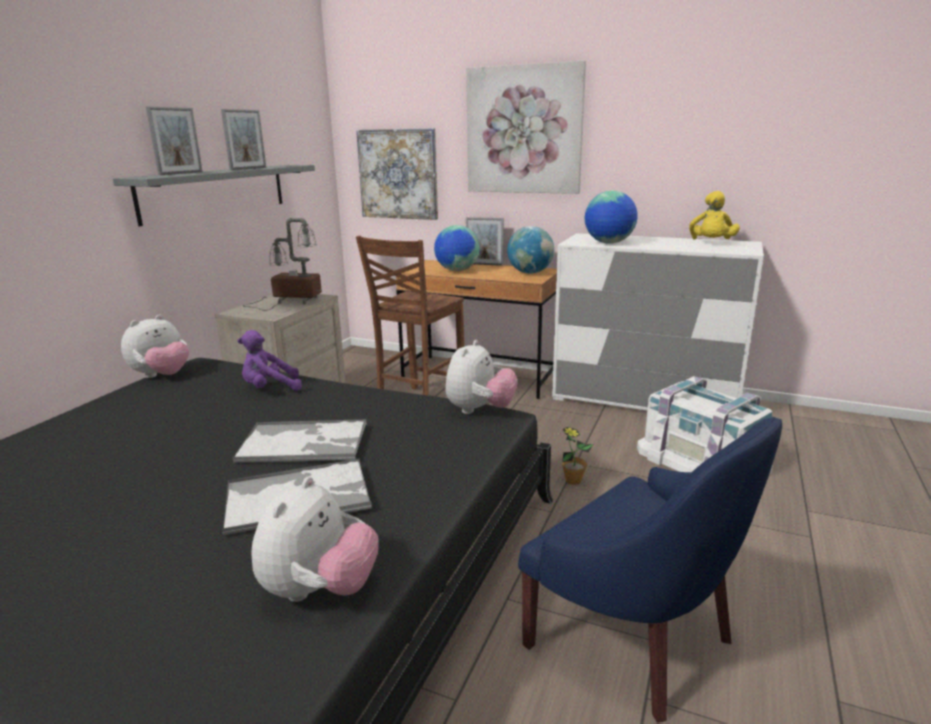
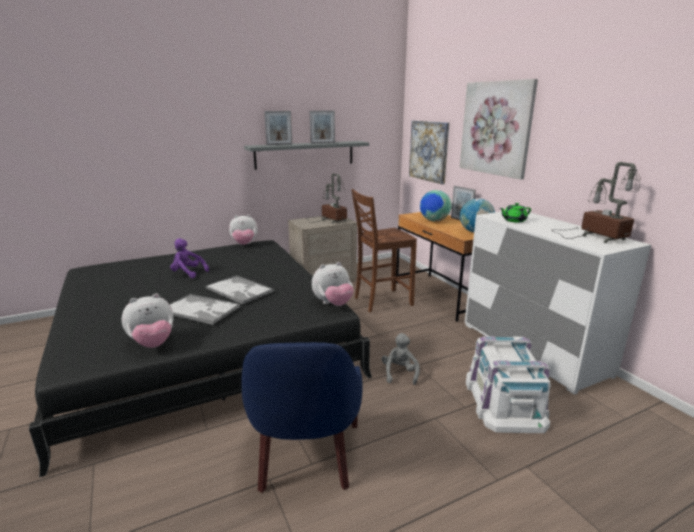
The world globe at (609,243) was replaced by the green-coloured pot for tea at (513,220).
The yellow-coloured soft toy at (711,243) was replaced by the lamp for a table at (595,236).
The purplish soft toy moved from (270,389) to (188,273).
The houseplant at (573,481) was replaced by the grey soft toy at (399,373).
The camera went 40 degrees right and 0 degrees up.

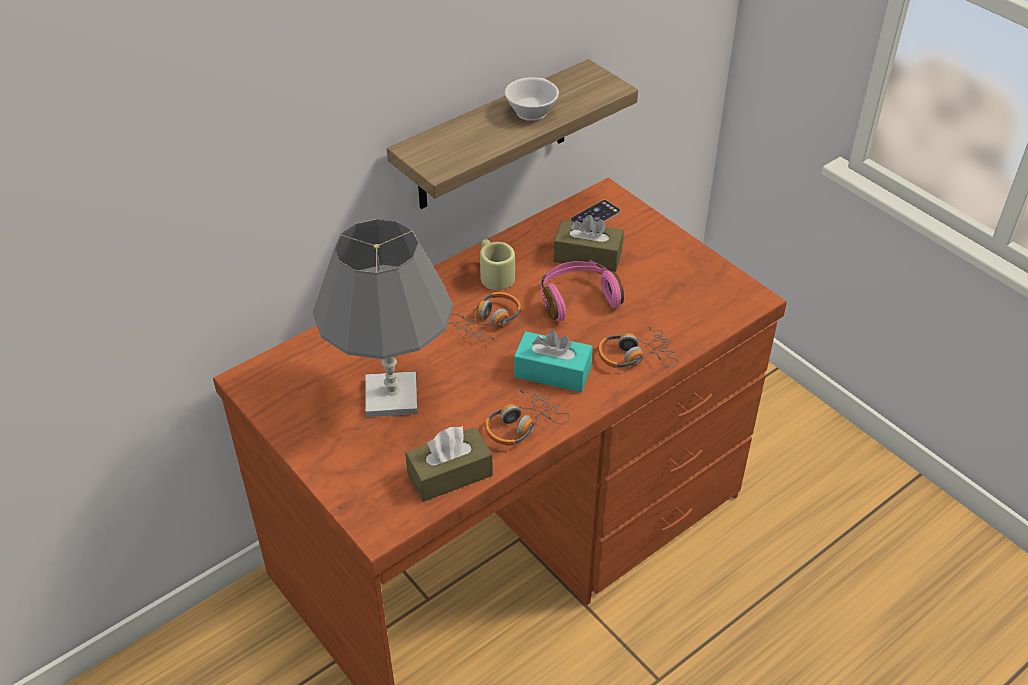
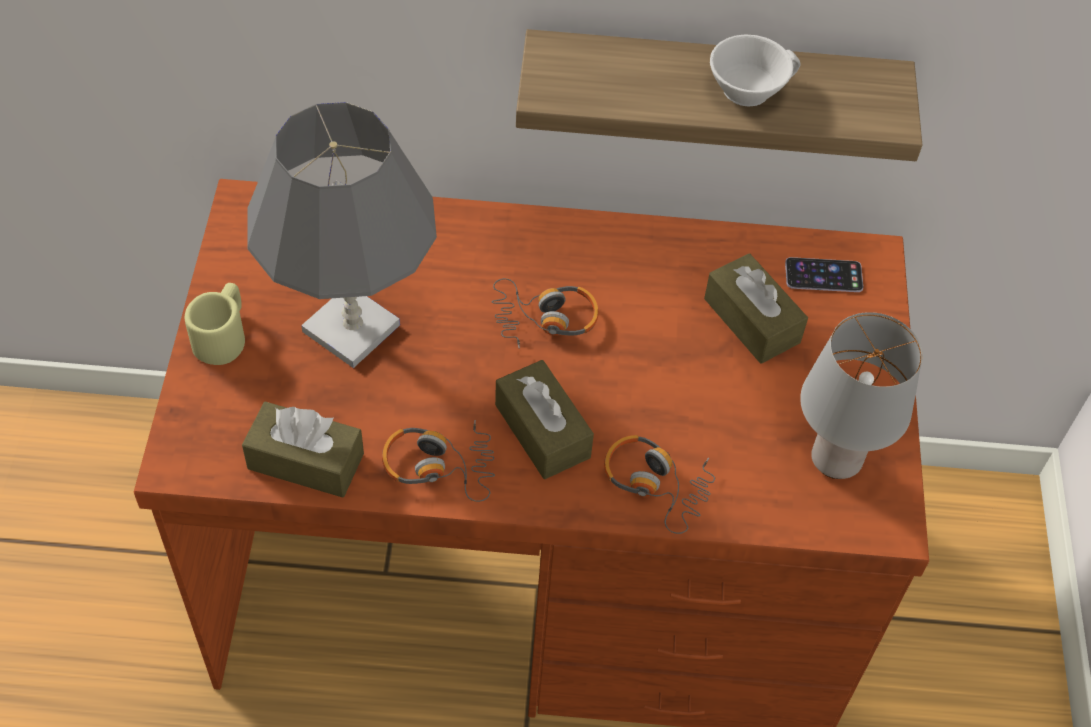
The sand-coloured mug moved from (494,275) to (223,336).
The pinkish headset at (577,299) disappeared.
The blue-green tissue box at (552,372) became the brown-coloured tissue box at (542,431).
The grey lamp for a table at (834,461) appeared.
The camera went 40 degrees right and 10 degrees up.

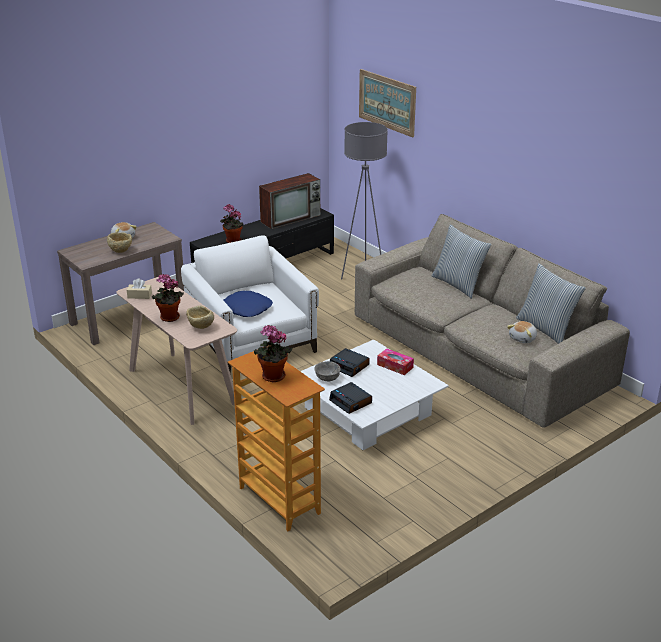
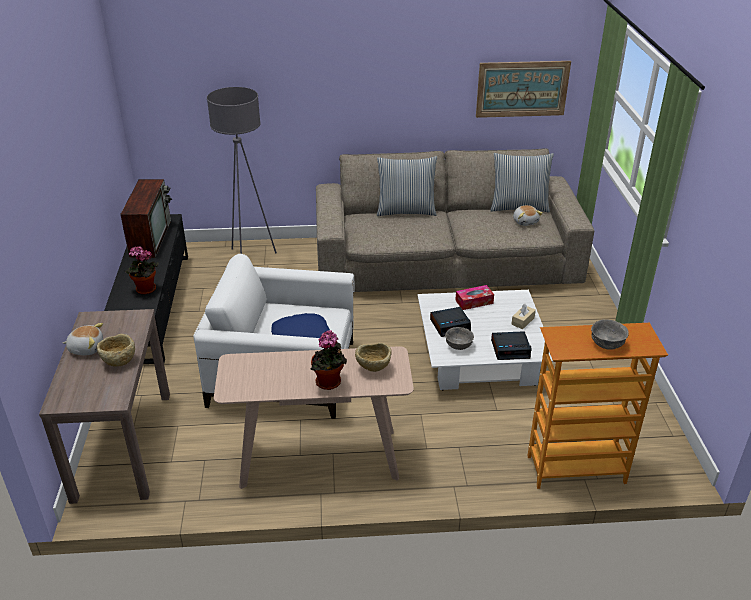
The picture moved from (387,102) to (522,89).
The sand-coloured tissue box moved from (139,295) to (523,321).
The houseplant at (272,377) was replaced by the grey deep dish at (607,344).
The camera went 55 degrees left and 5 degrees up.

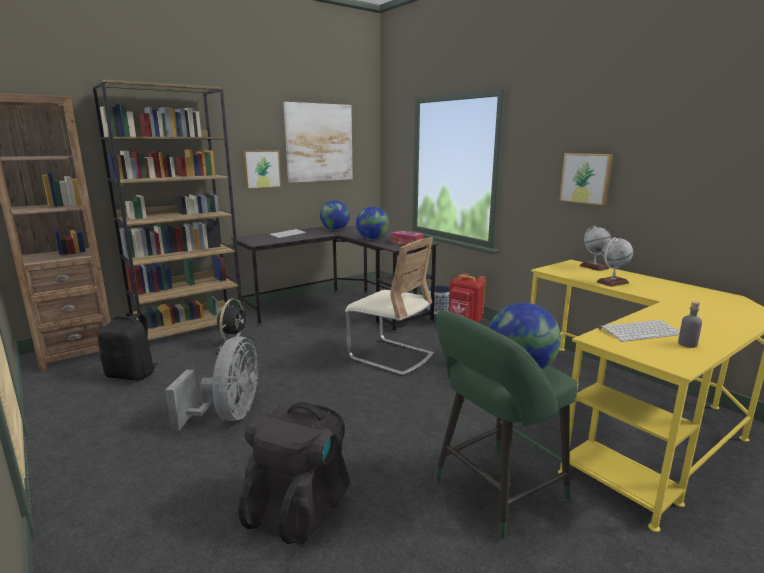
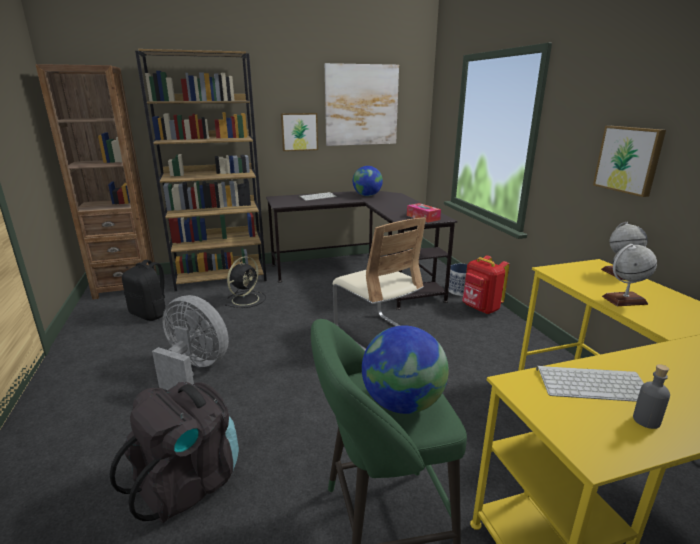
The world globe at (372,239) disappeared.
The grey electric fan at (228,415) turned 90 degrees counterclockwise.
The camera went 20 degrees right and 5 degrees up.

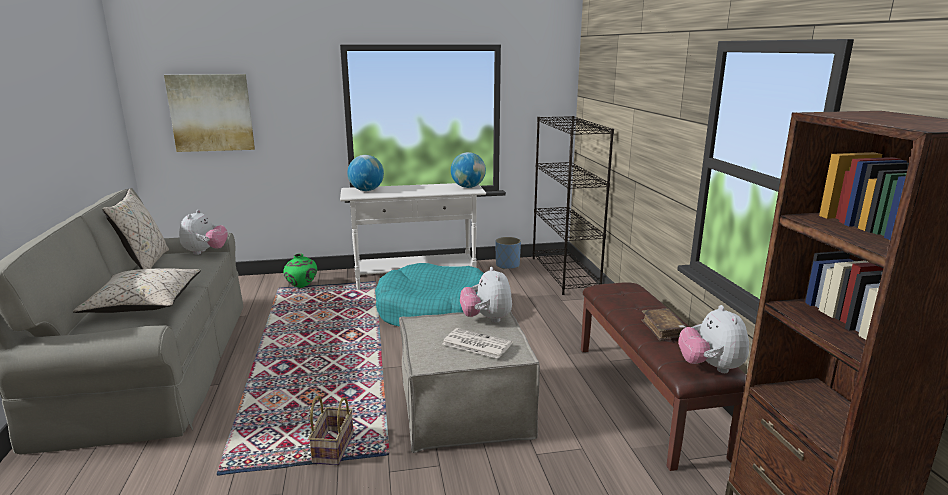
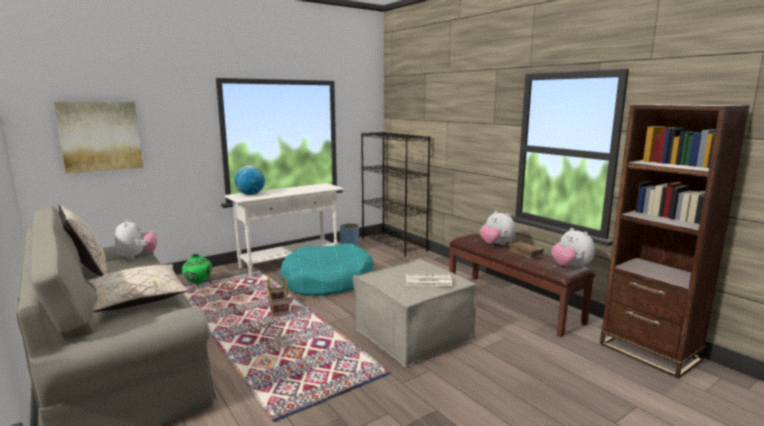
The world globe at (468,187) disappeared.
The soft toy moved from (486,319) to (496,244).
The storage basket moved from (332,447) to (278,309).
The camera went 25 degrees left and 5 degrees down.

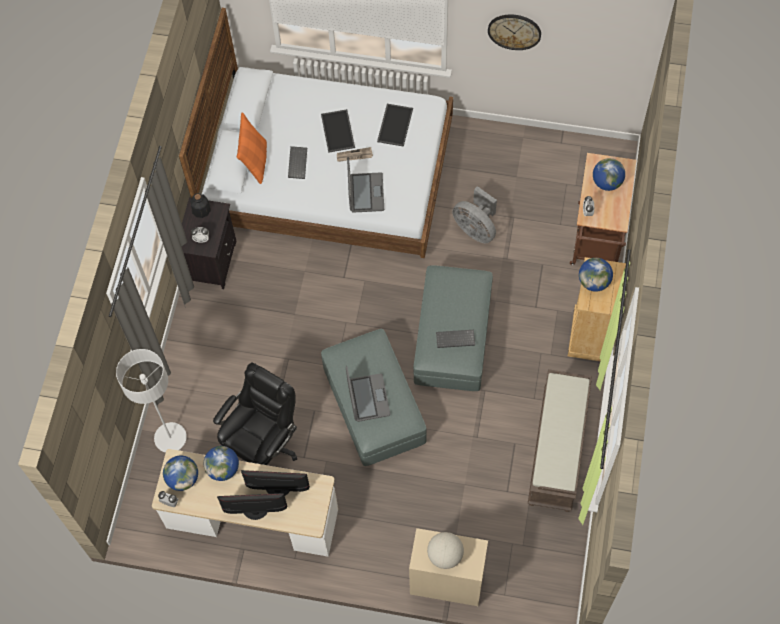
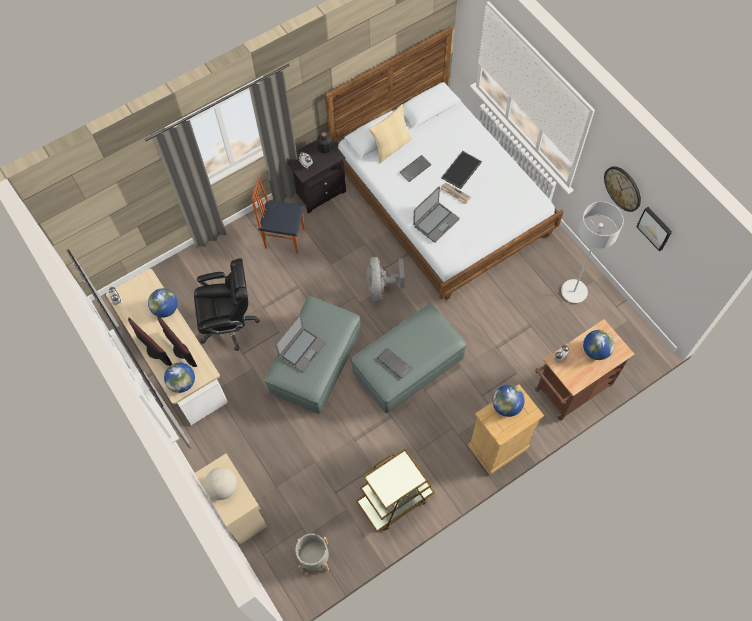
The tray at (394,124) disappeared.
The orange pillow at (255,161) became the sand-coloured pillow at (391,147).
The grey electric fan moved from (476,229) to (381,287).
The grey floor lamp moved from (170,438) to (574,291).
The brown-coloured indoor bench at (558,450) was replaced by the brown-coloured wheeled cart at (395,499).
The world globe moved from (183,478) to (182,383).
The upright chair at (284,237) appeared.
The picture at (655,228) appeared.
The grey planter at (314,557) appeared.
The camera went 45 degrees right and 0 degrees up.

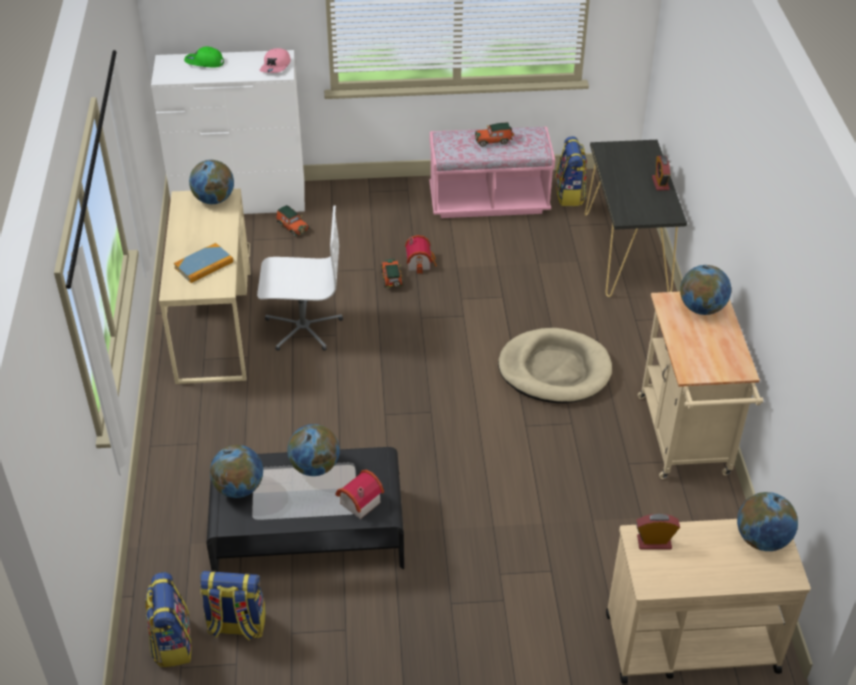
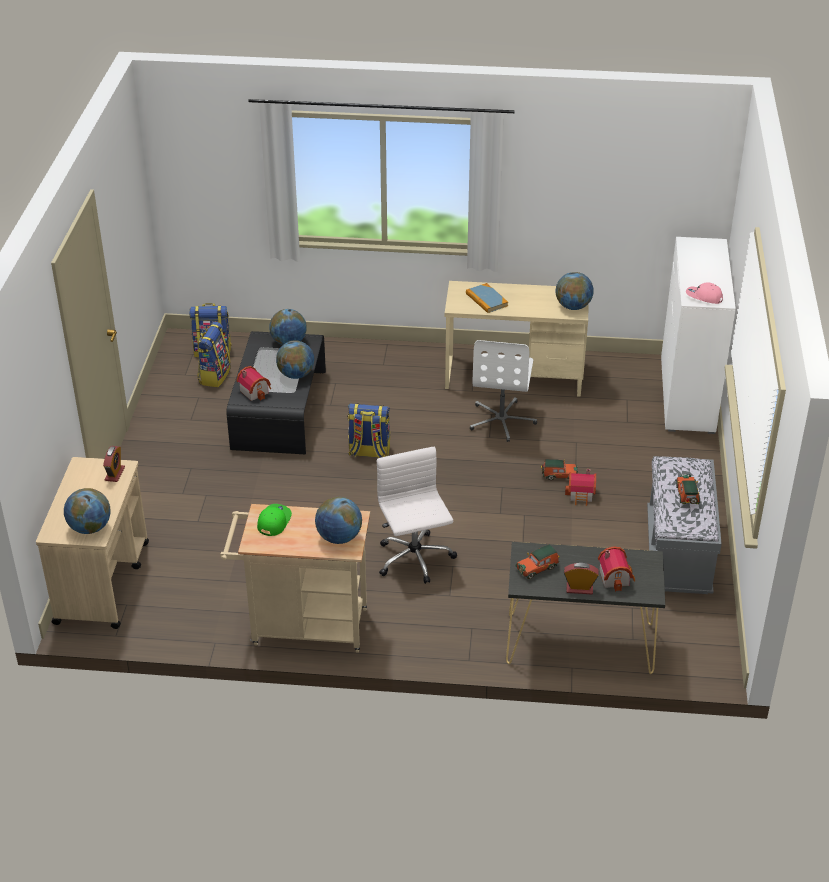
The green-coloured cap moved from (204,62) to (273,521).
The pinkish indoor bench at (489,201) became the grey indoor bench at (678,554).
The backpack moved from (570,195) to (369,452).
The toy car moved from (292,226) to (538,568).
The sand-coloured dog bed at (554,370) was replaced by the whitish desk chair at (415,559).
The toy house at (616,577) appeared.
The camera went 100 degrees right and 5 degrees down.

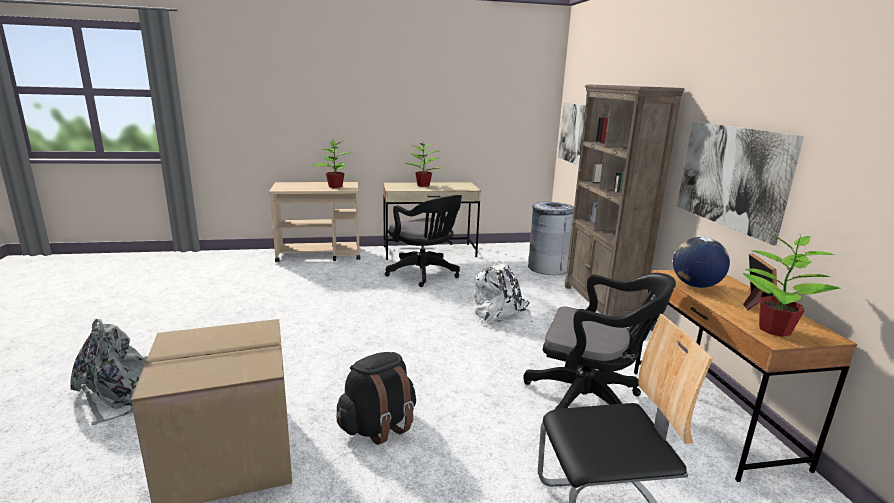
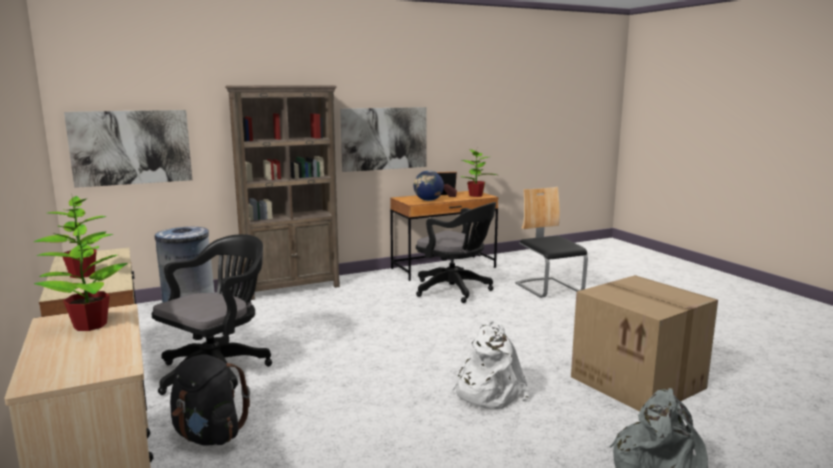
The whitish backpack moved from (500,315) to (487,392).
The blackish desk chair at (589,401) turned 120 degrees clockwise.
The blackish backpack moved from (378,426) to (208,436).
The camera went 105 degrees left and 5 degrees down.

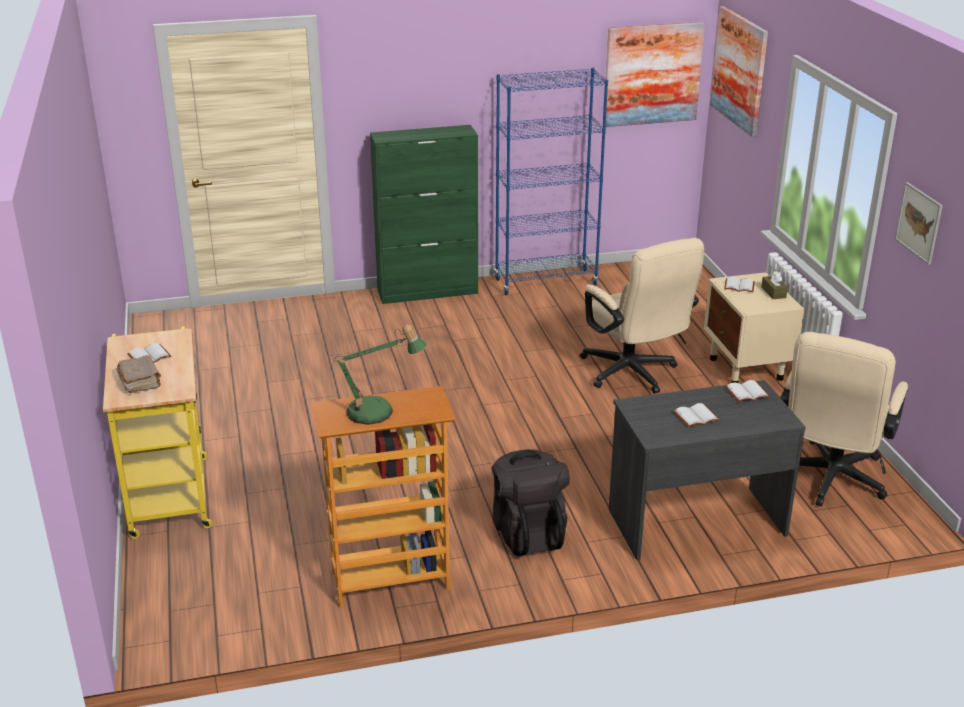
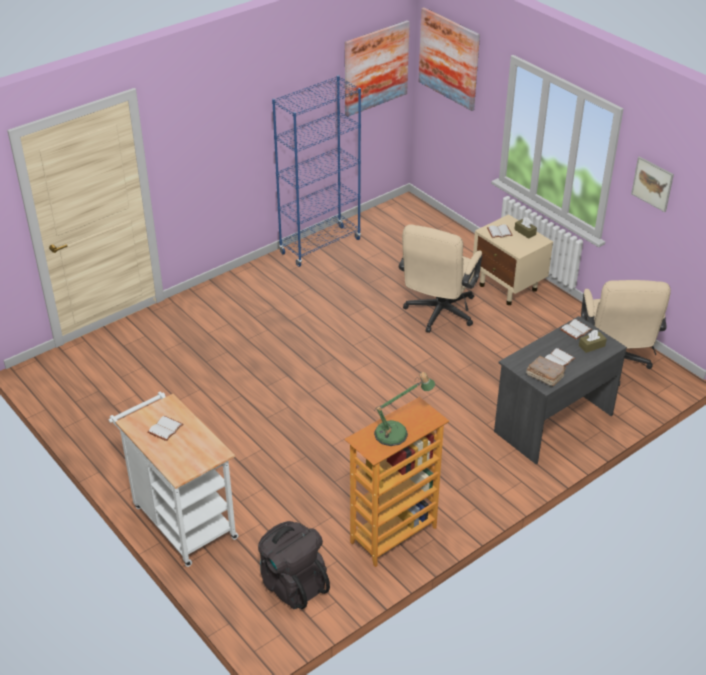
The green-coloured storage cabinet at (428,292) disappeared.
The sand-coloured desk chair at (633,375) turned 75 degrees clockwise.
The yellow-coloured wheeled cart at (169,491) became the whitish wheeled cart at (181,519).
The brown-coloured volume moved from (140,382) to (544,376).
The blackish backpack moved from (528,533) to (292,583).
The brown-coloured tissue box at (591,346) appeared.
The camera went 25 degrees left and 10 degrees up.

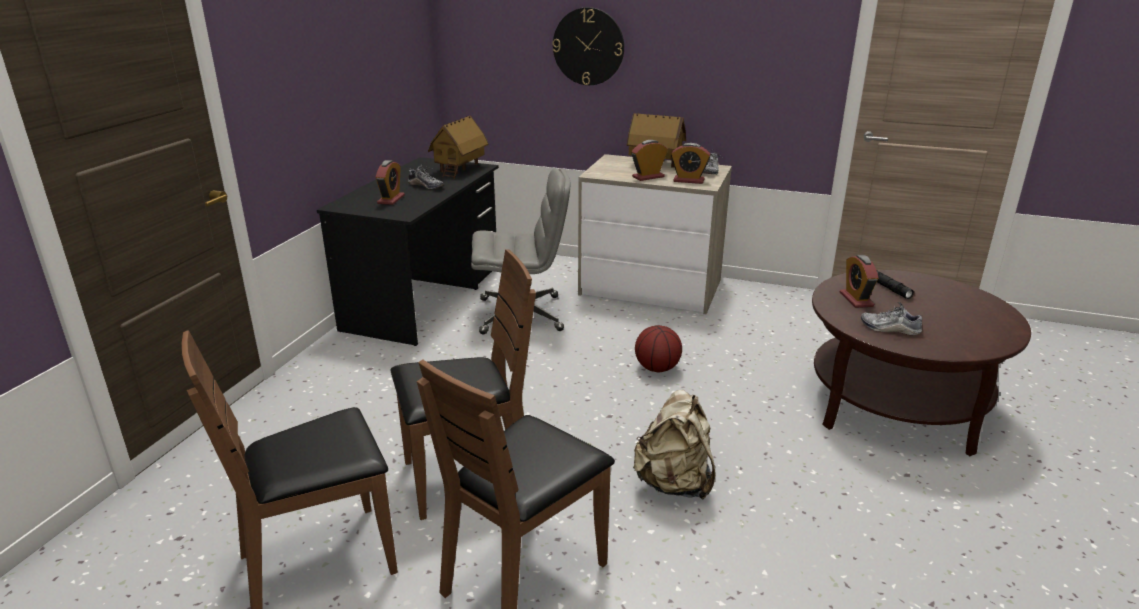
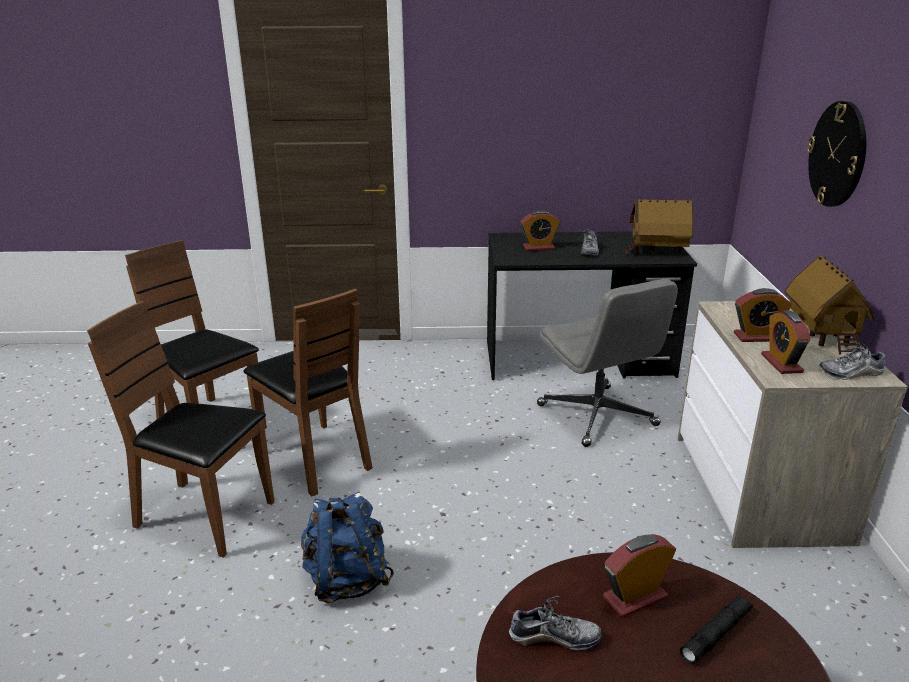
The table clock at (648,177) turned 135 degrees clockwise.
The low shoe at (890,328) turned 90 degrees clockwise.
The basketball at (657,368) disappeared.
The sand-coloured backpack at (674,483) became the blue-coloured backpack at (346,580).
The camera went 70 degrees right and 0 degrees up.

